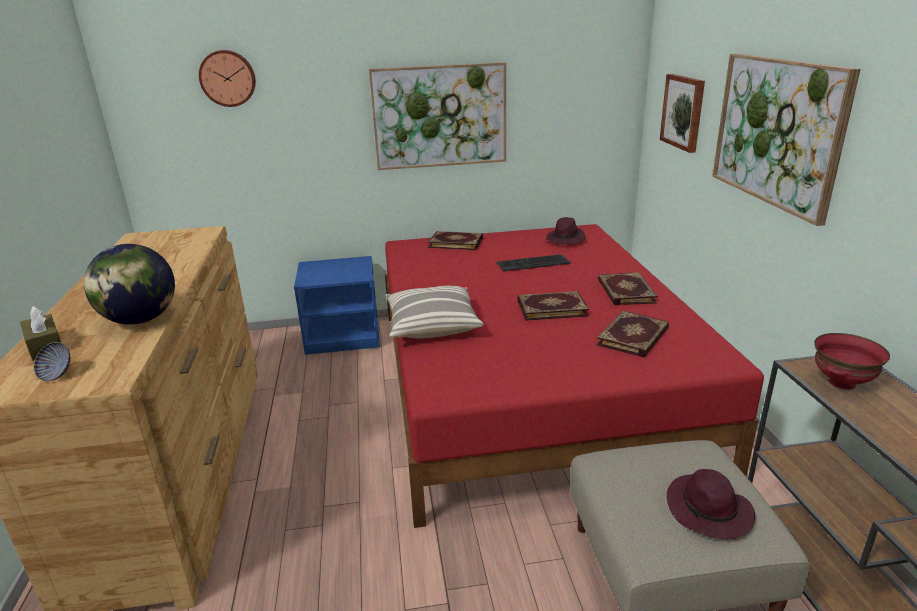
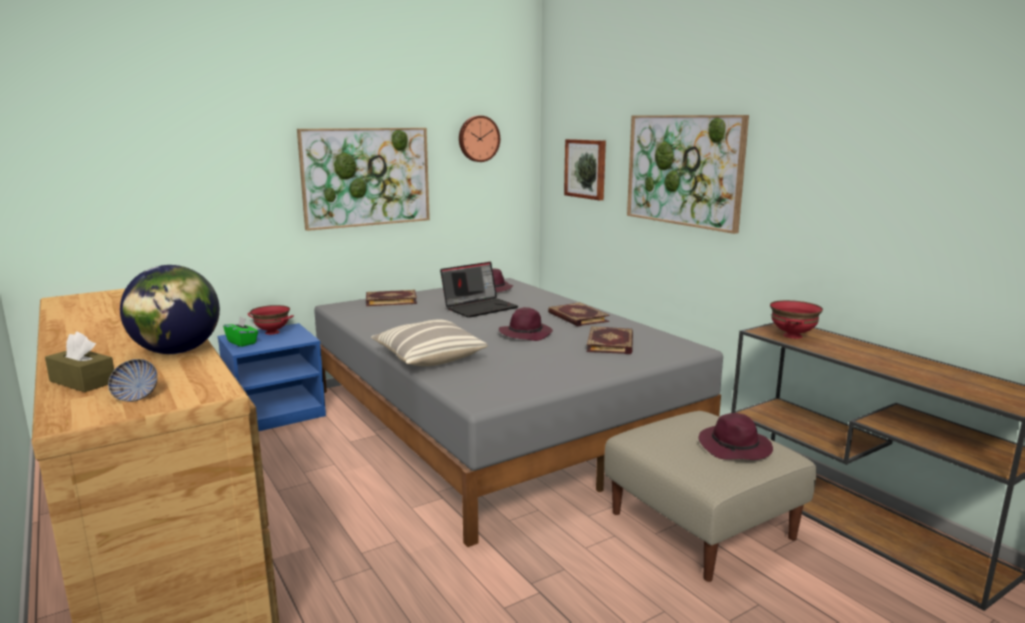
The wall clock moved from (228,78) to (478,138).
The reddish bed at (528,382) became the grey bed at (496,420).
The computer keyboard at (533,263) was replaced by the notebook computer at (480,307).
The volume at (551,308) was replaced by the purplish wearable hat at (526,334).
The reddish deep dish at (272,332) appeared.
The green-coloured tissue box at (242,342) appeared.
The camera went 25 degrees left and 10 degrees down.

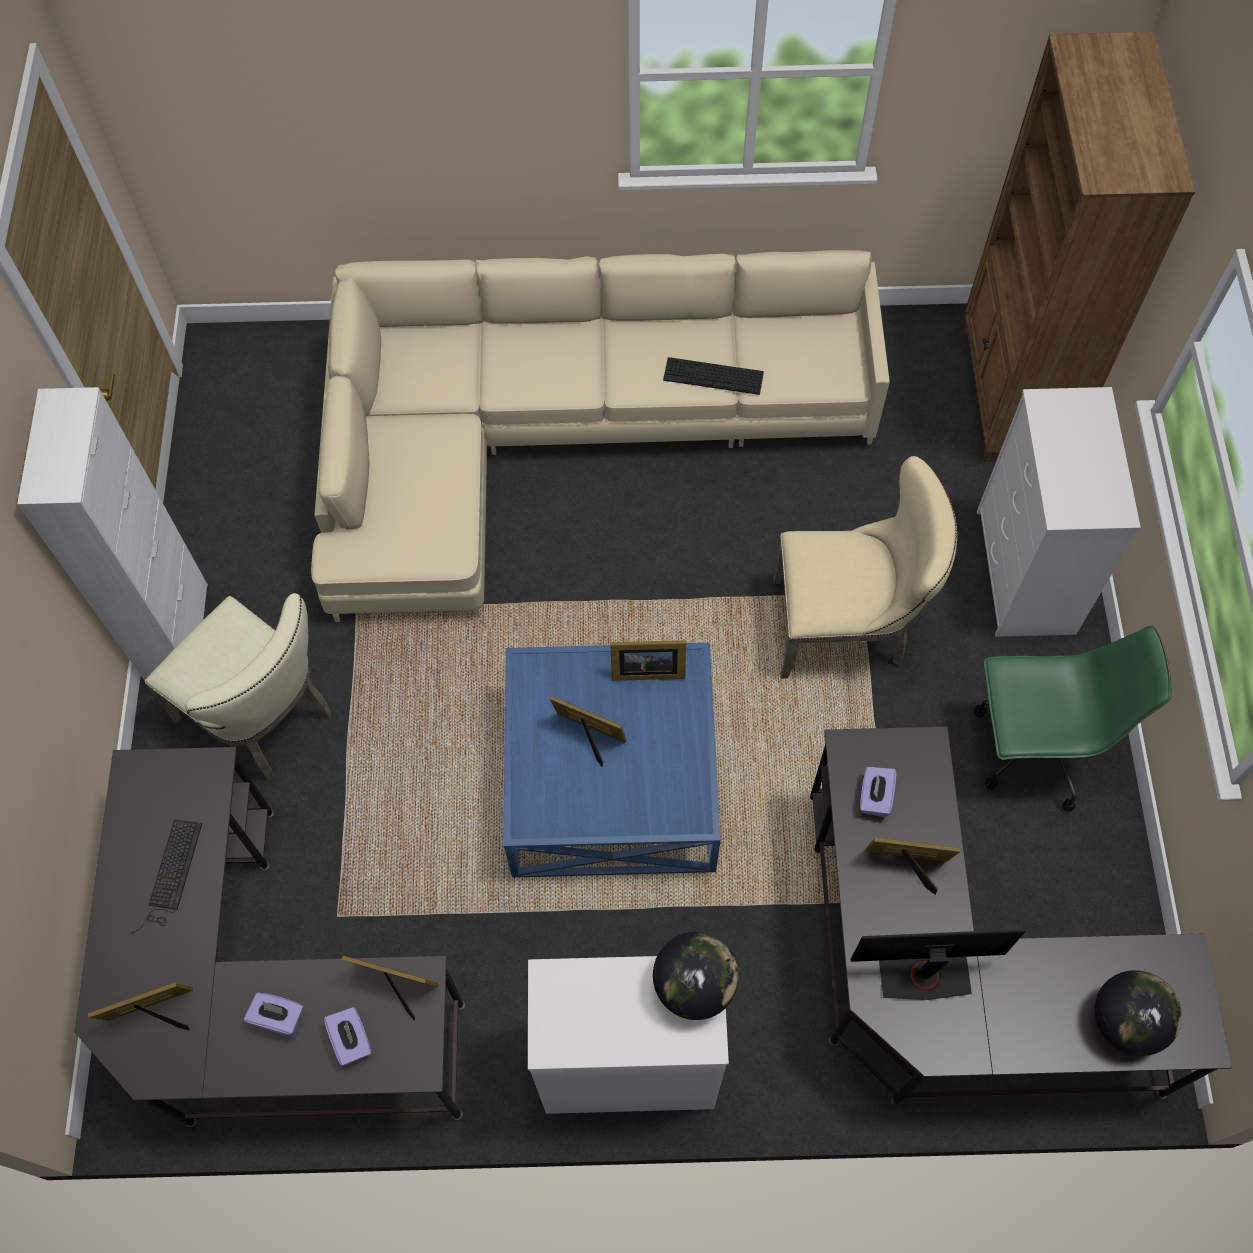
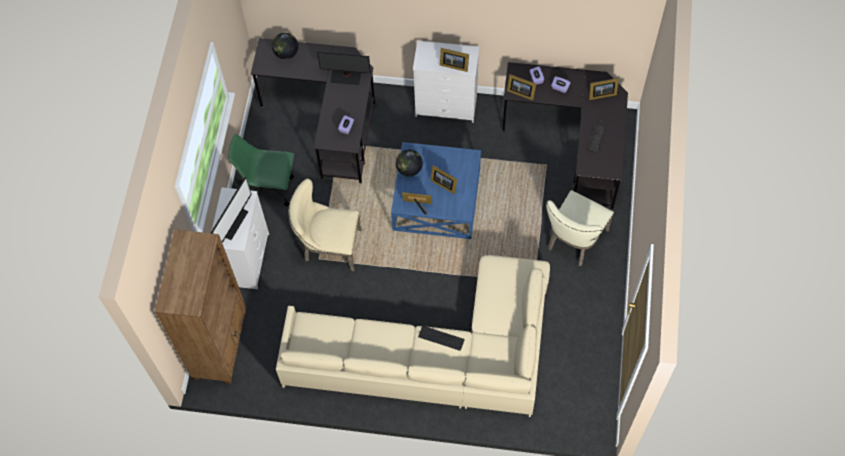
The computer keyboard moved from (713,376) to (441,338).
The whitish storage cabinet at (177,633) disappeared.
The sand-coloured upright chair at (264,718) turned 105 degrees counterclockwise.
The picture frame moved from (909,865) to (453,65).
The world globe moved from (694,985) to (409,169).
The computer display at (231,222) appeared.
The camera went 170 degrees left and 0 degrees up.

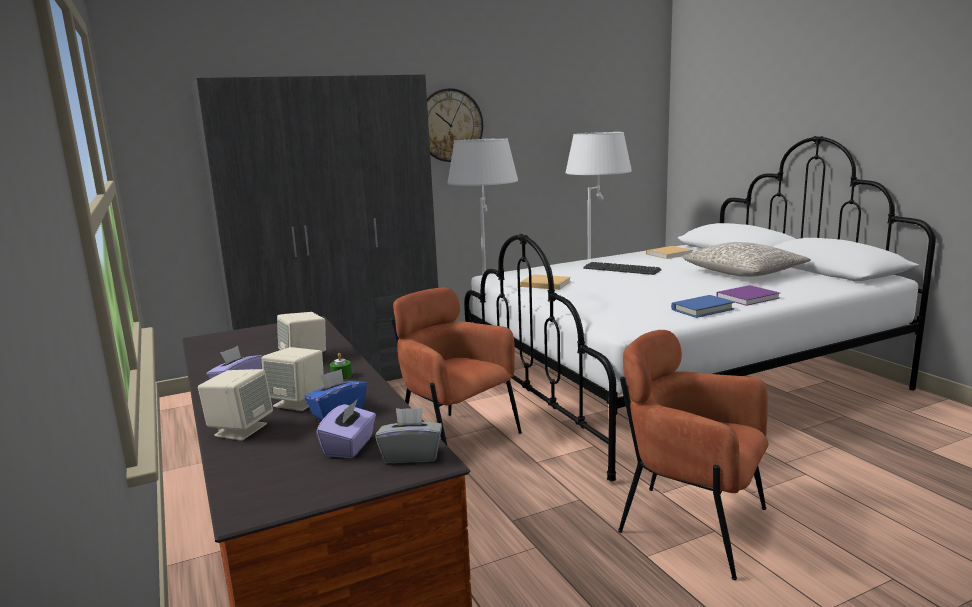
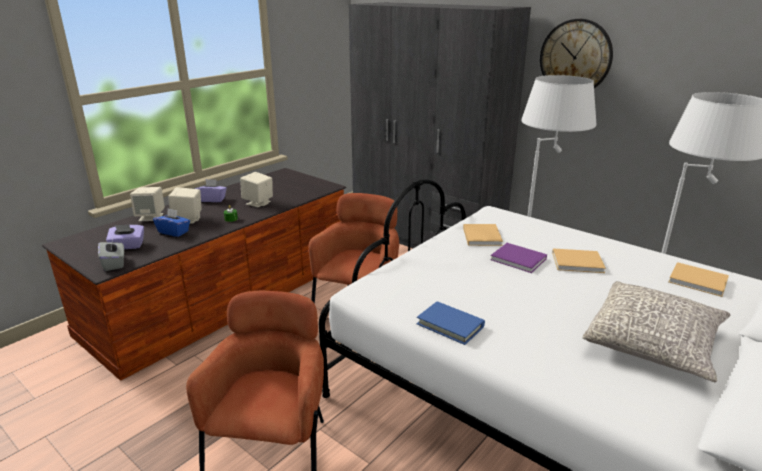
The computer keyboard at (621,269) was replaced by the sand-coloured volume at (579,262).
The purplish volume moved from (749,297) to (519,260).
The camera went 65 degrees right and 10 degrees up.

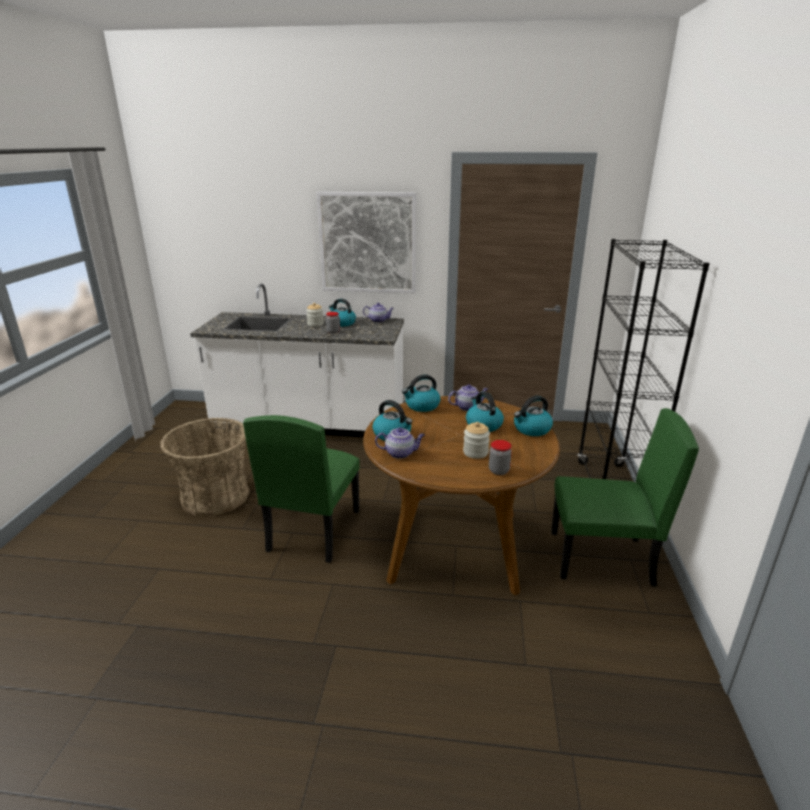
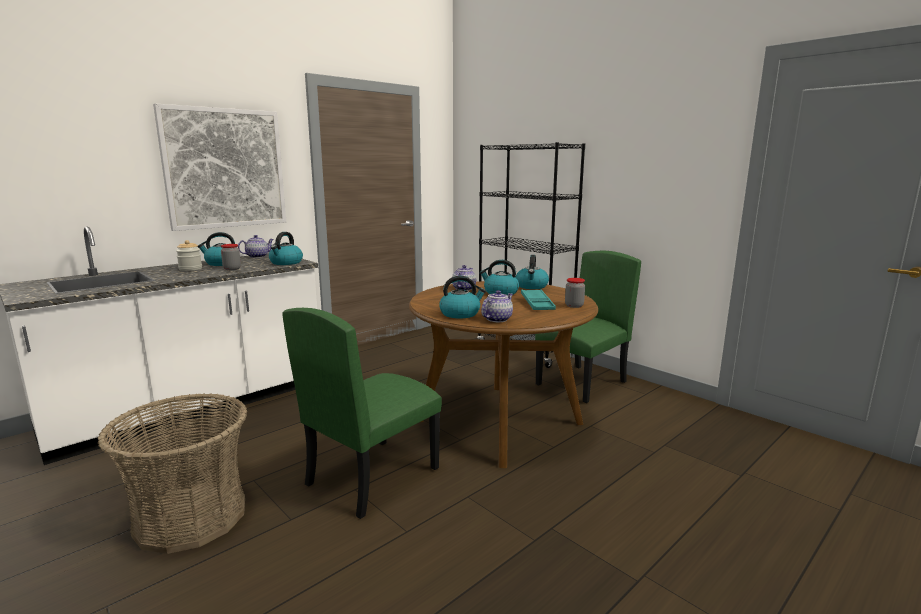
The water kettle moved from (422,406) to (286,263).
The green-coloured upright chair at (313,530) turned 75 degrees clockwise.
The preserve jar at (475,452) was replaced by the blue-green tray at (537,303).
The camera went 50 degrees left and 10 degrees down.

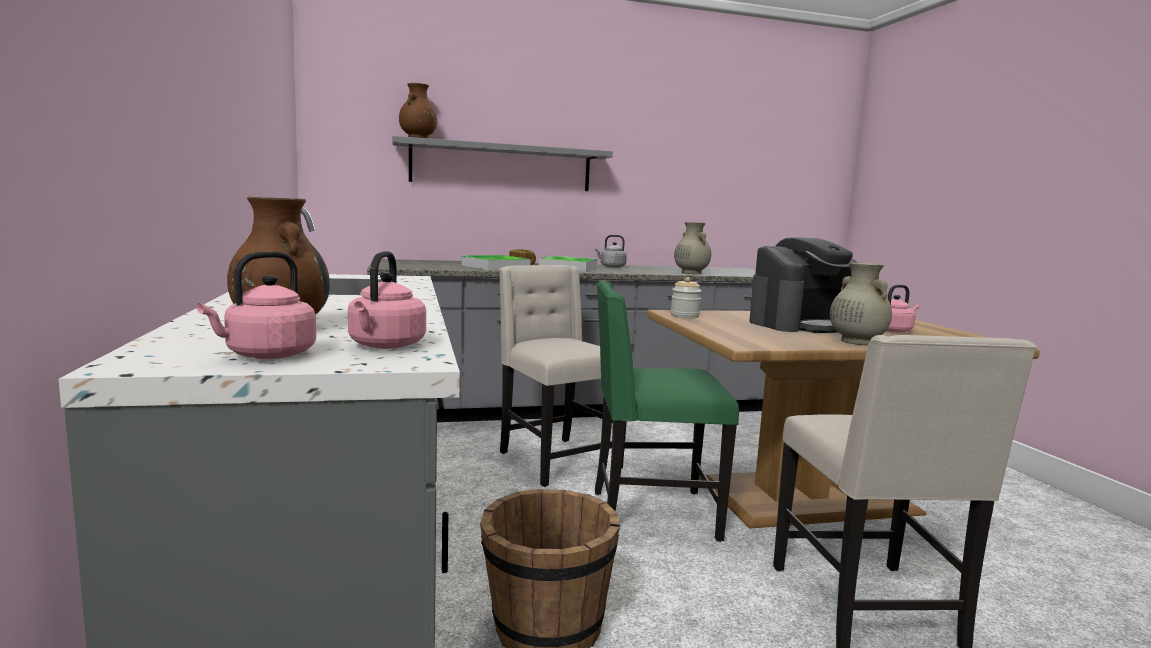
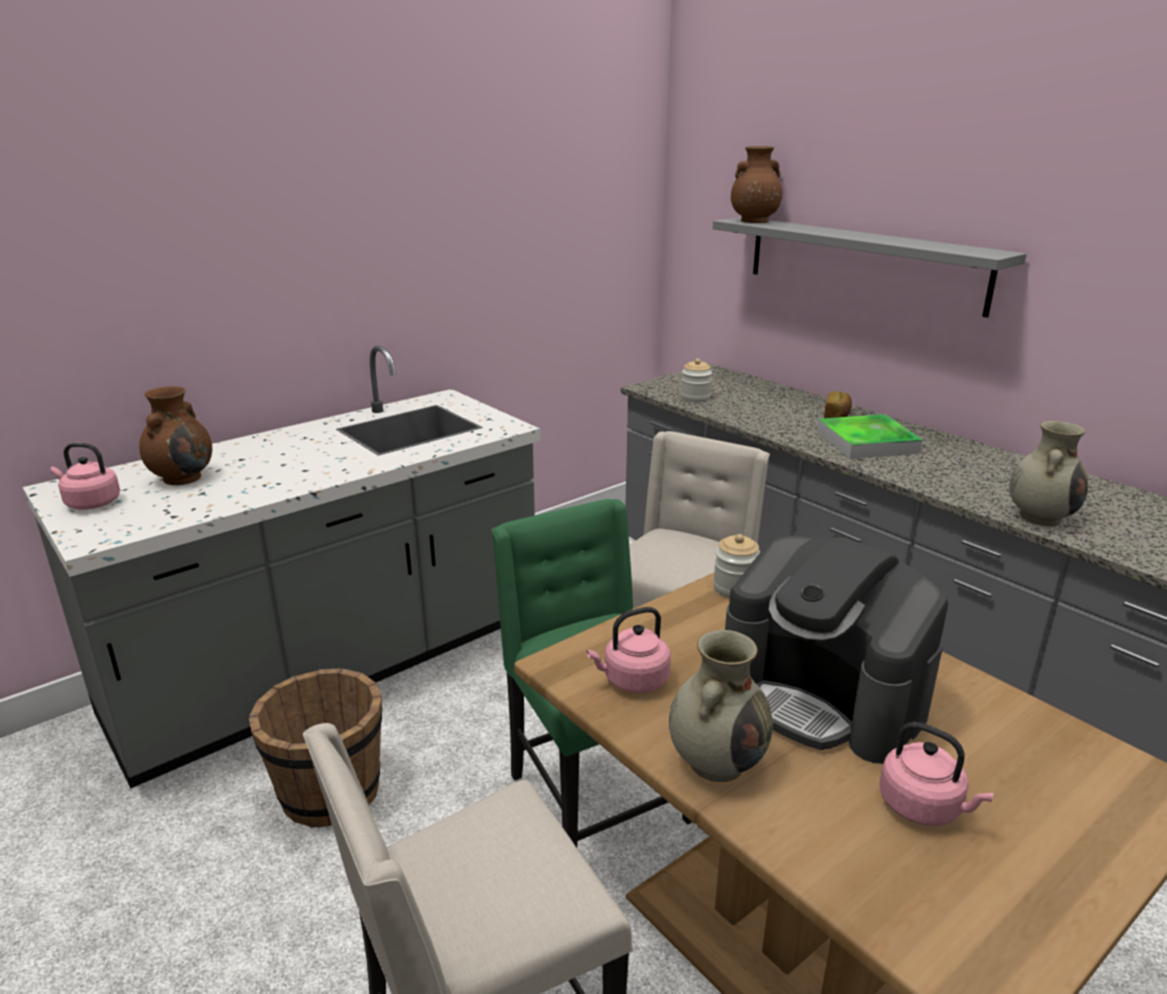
The grey water kettle at (611,267) disappeared.
The pinkish water kettle moved from (385,346) to (632,681).
The tray at (495,267) disappeared.
The preserve jar at (695,398) appeared.
The camera went 65 degrees right and 15 degrees up.

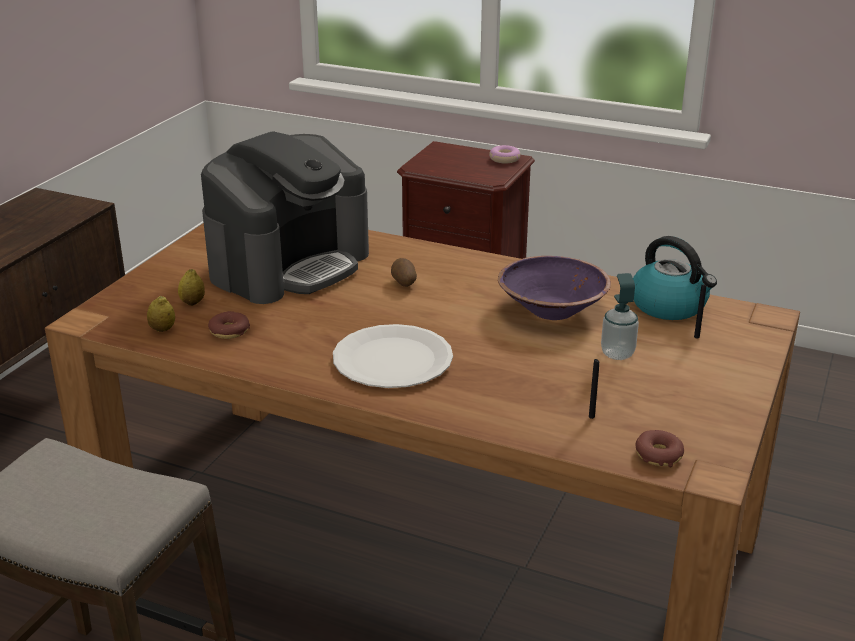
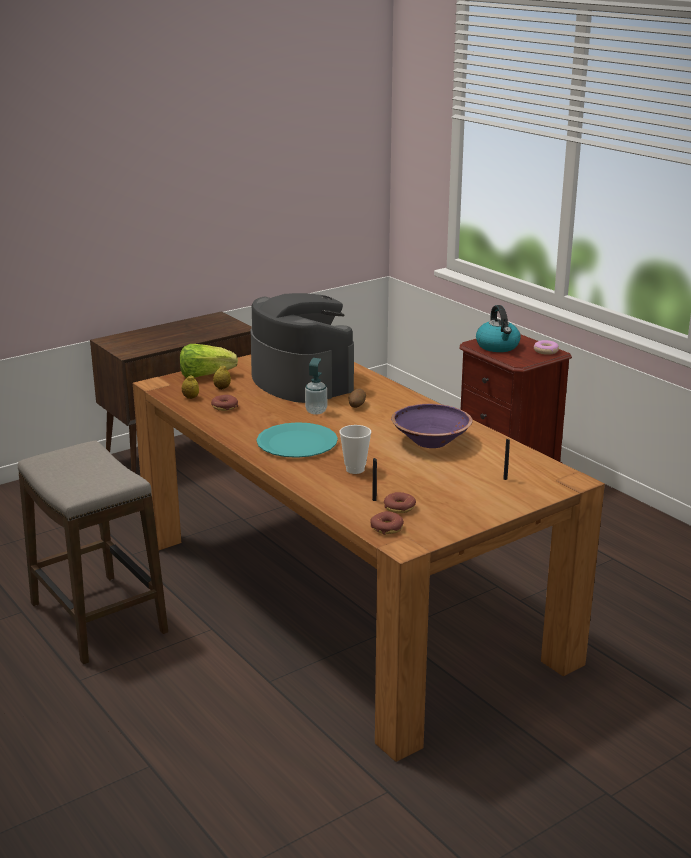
The coffee brewer at (289,264) turned 105 degrees counterclockwise.
The water kettle moved from (669,306) to (498,346).
The soap bottle moved from (617,353) to (316,411).
The whitish flat dish at (392,359) became the blue-green flat dish at (297,443).
The lettuce at (205,376) appeared.
The cup at (355,469) appeared.
The donut at (399,508) appeared.
The camera went 30 degrees right and 5 degrees down.

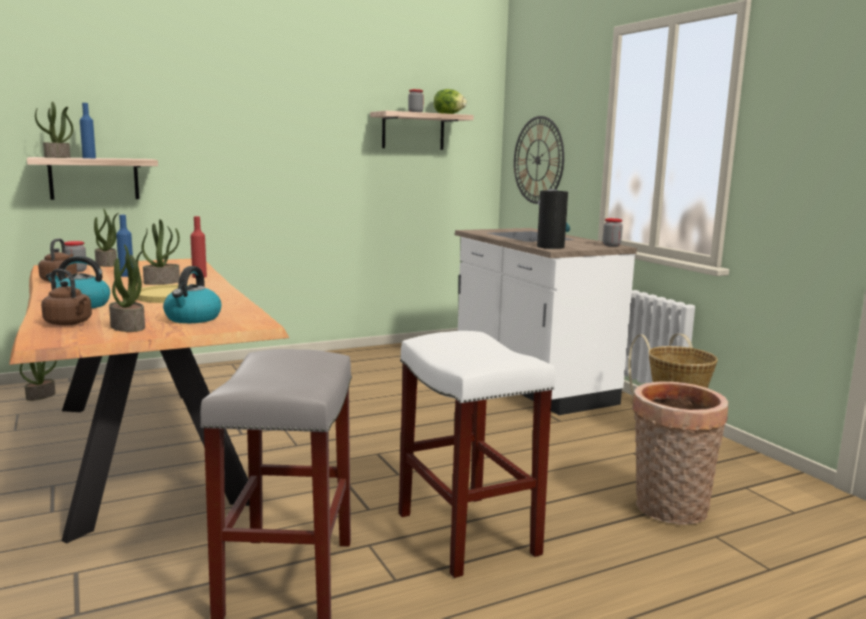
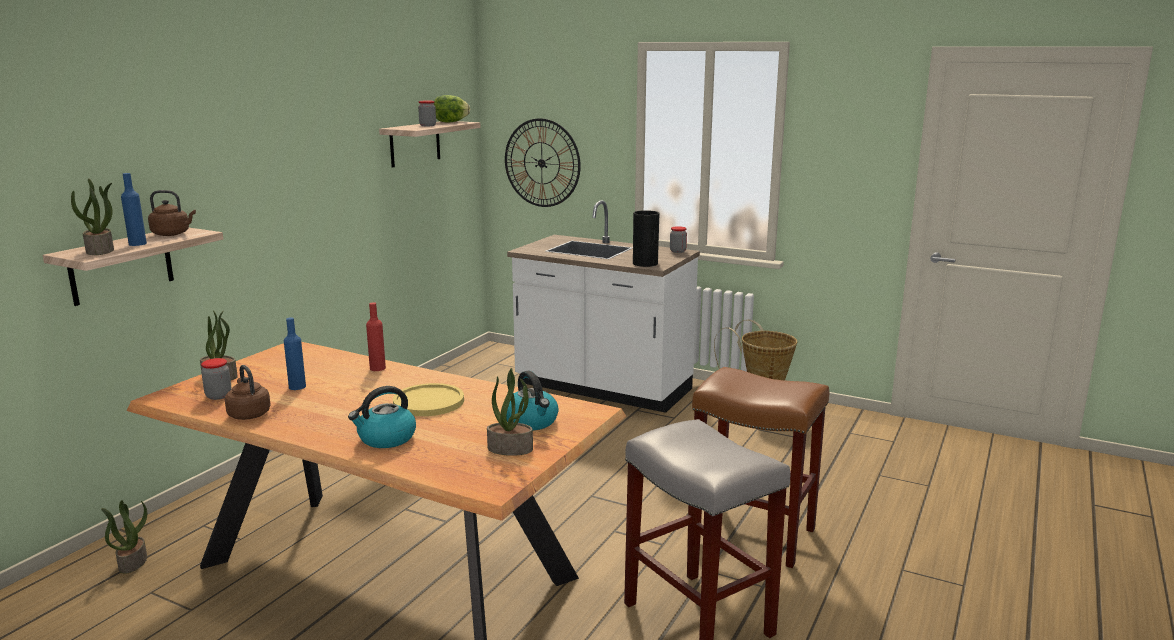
The houseplant at (162,282) disappeared.
The brown-coloured water kettle moved from (69,323) to (172,234).
The whitish sitting stool at (469,534) became the brown-coloured sitting stool at (754,534).
The storage basket at (668,510) disappeared.
The camera went 35 degrees left and 5 degrees up.

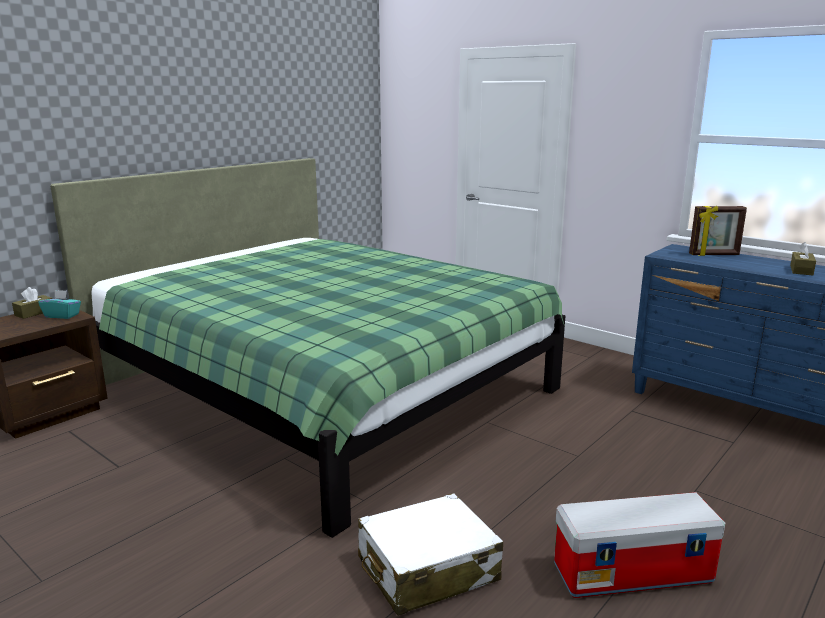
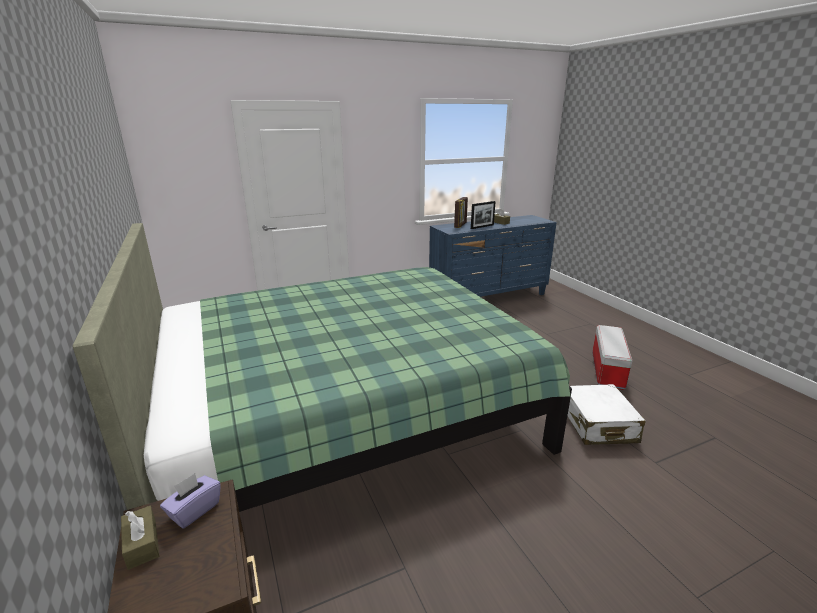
The blue-green tissue box at (62,315) became the purplish tissue box at (194,510).
The picture frame at (482,227) appeared.
The camera went 65 degrees left and 5 degrees up.

